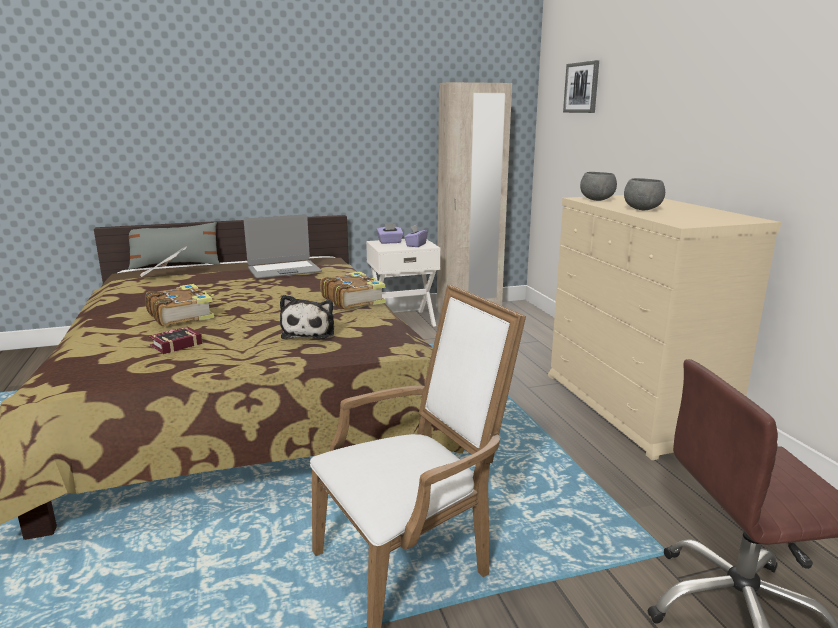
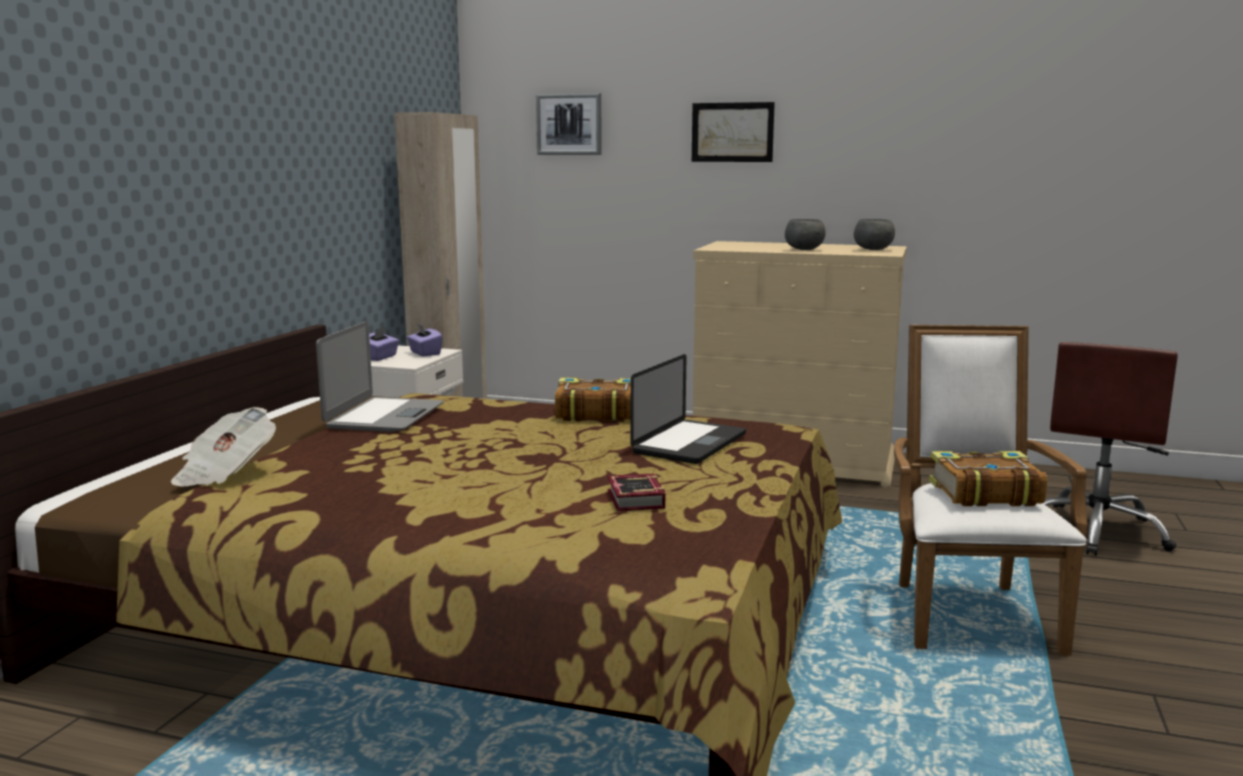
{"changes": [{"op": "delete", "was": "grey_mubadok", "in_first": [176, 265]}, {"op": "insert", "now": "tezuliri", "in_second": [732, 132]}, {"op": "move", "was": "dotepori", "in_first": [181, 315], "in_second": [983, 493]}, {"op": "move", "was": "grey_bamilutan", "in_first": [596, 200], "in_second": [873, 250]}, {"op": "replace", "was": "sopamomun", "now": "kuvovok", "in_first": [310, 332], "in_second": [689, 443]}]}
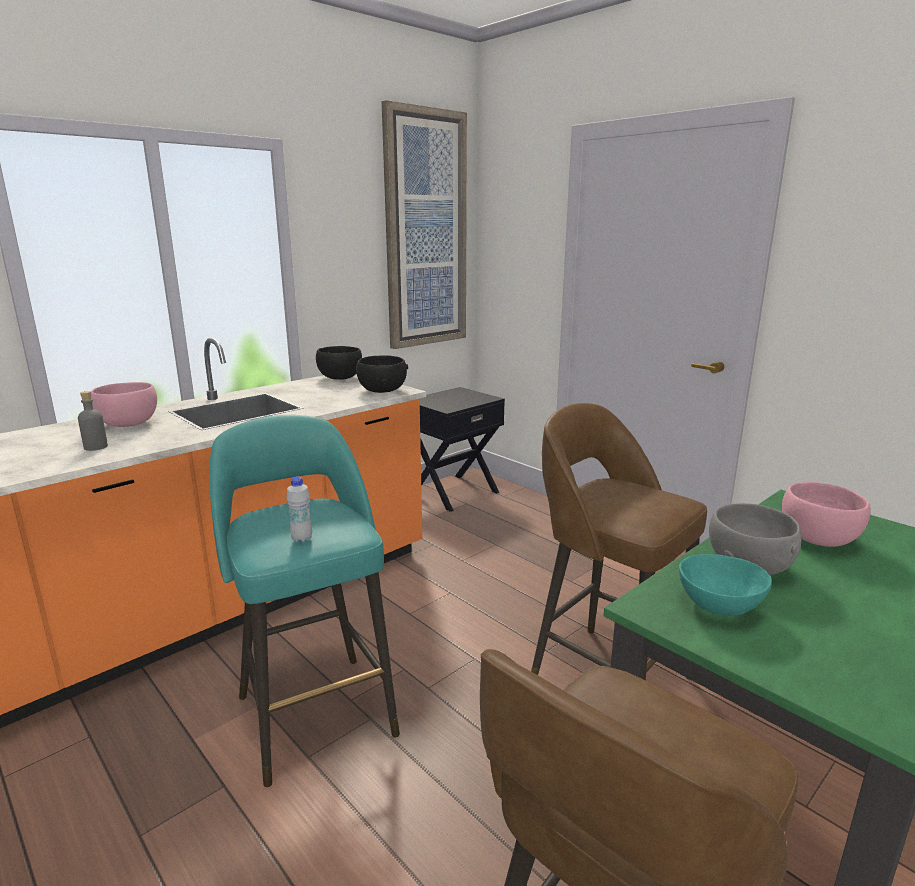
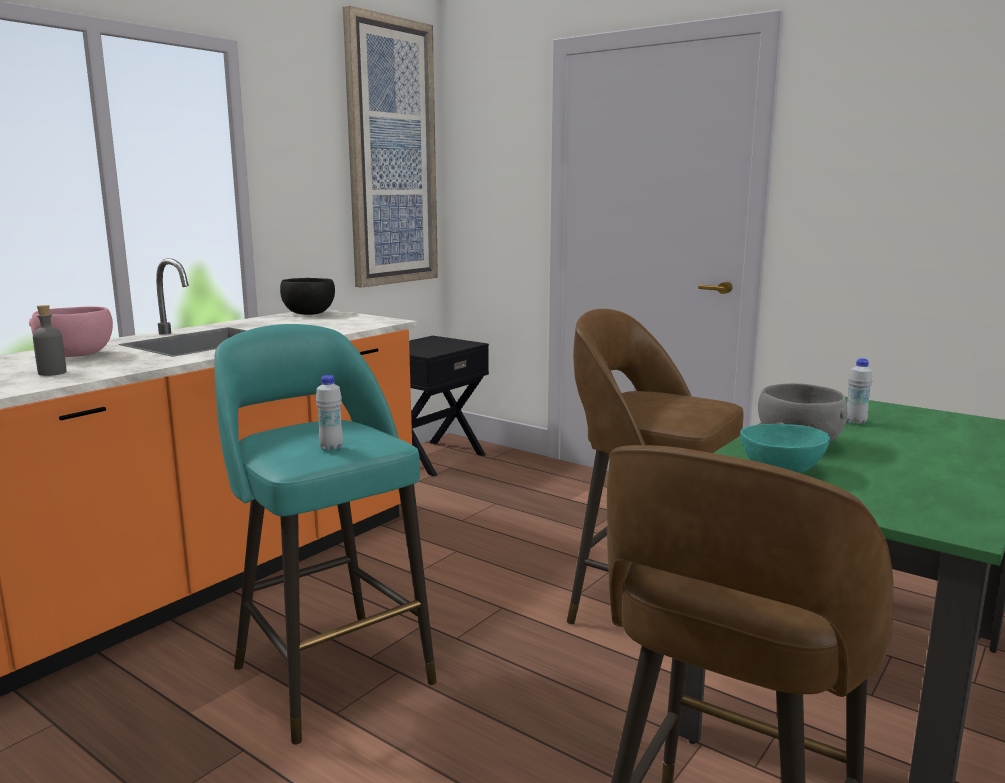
{"changes": [{"op": "delete", "was": "black_bamilutan", "in_first": [382, 391]}, {"op": "replace", "was": "pink_bamilutan", "now": "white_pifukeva", "in_first": [817, 539], "in_second": [855, 422]}]}
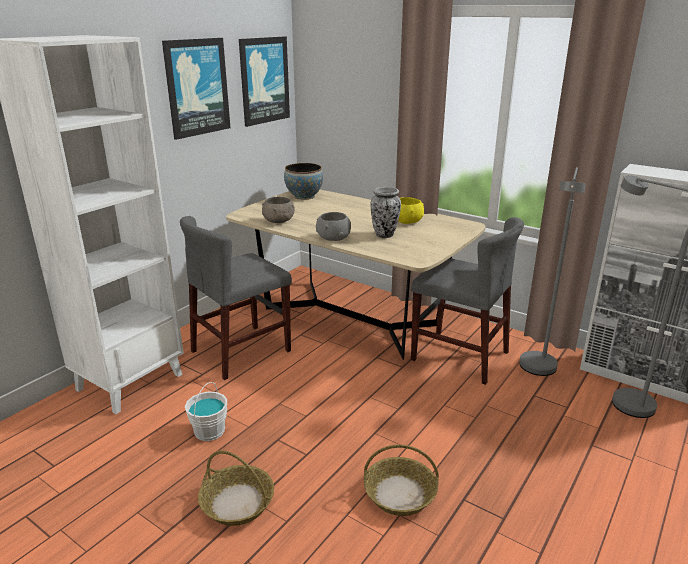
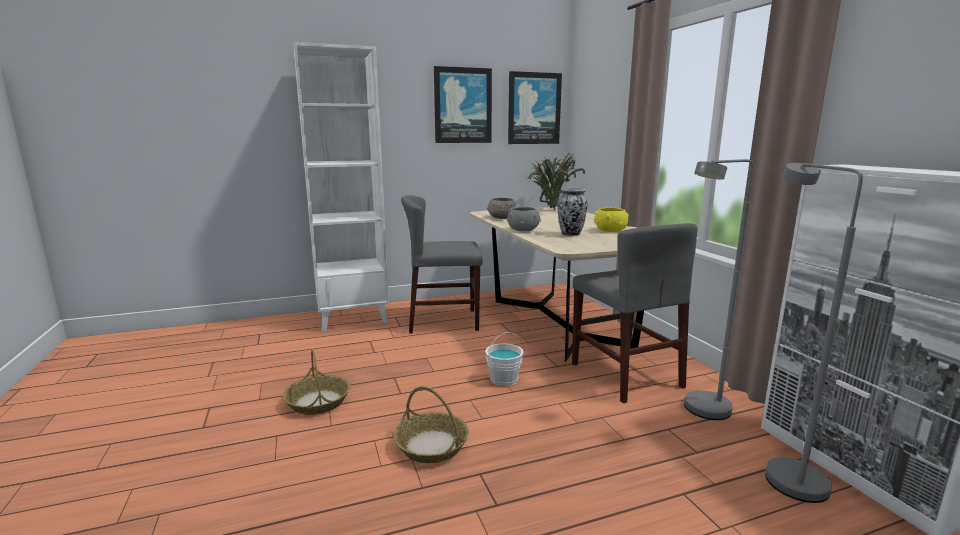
{"changes": [{"op": "move", "was": "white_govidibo", "in_first": [209, 431], "in_second": [503, 379]}, {"op": "replace", "was": "bamilutan", "now": "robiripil", "in_first": [304, 196], "in_second": [551, 210]}]}
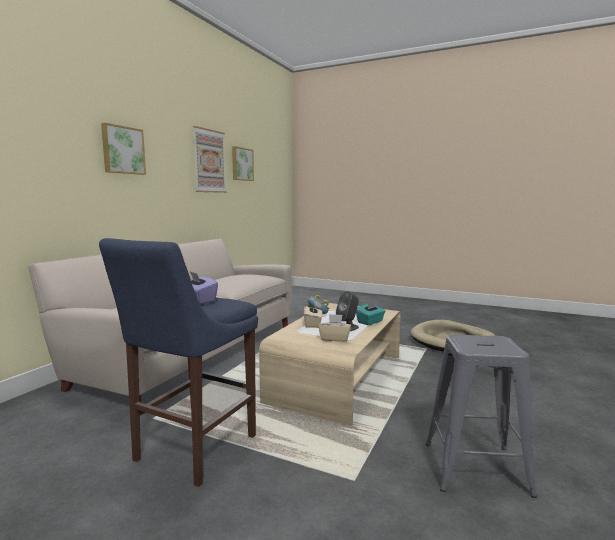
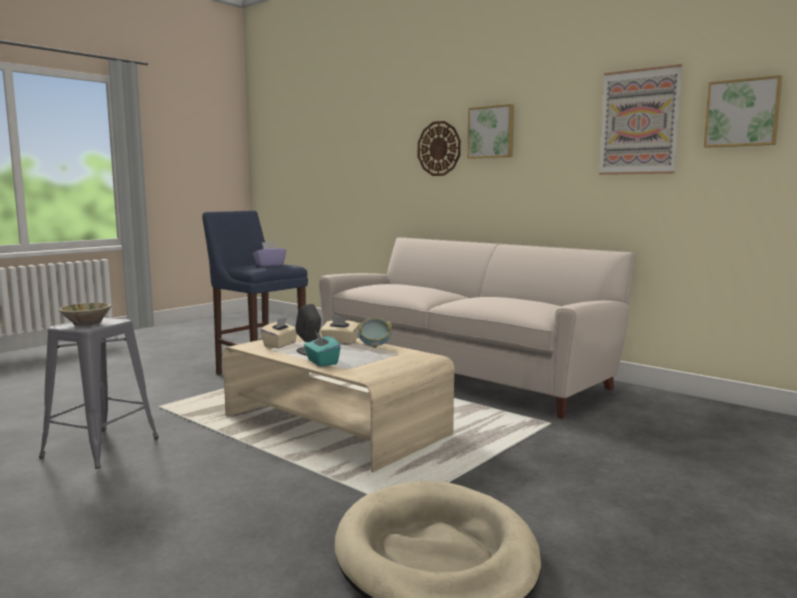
{"changes": [{"op": "insert", "now": "beige_bamilutan", "in_second": [86, 323]}, {"op": "insert", "now": "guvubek", "in_second": [439, 148]}]}
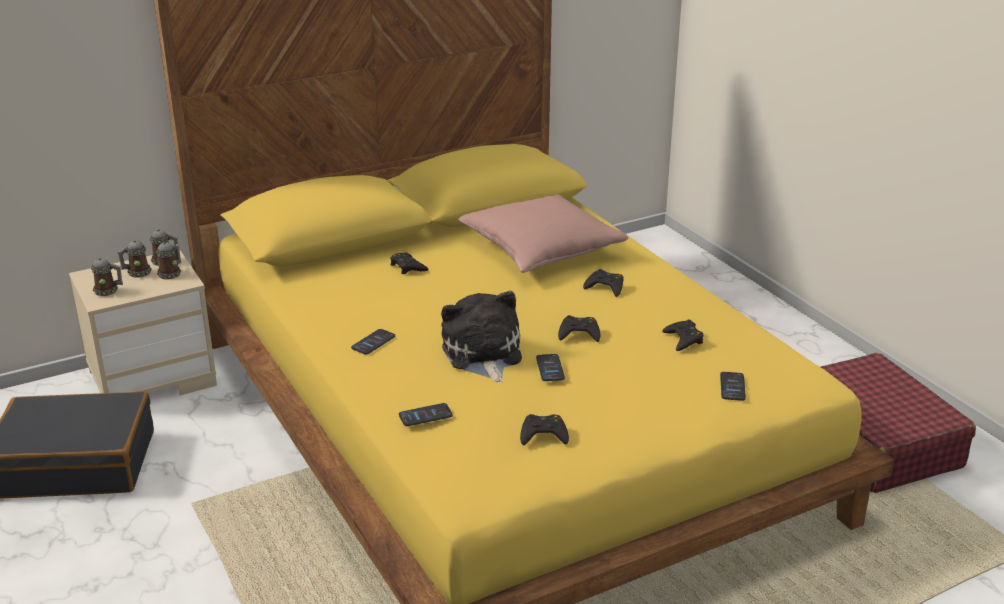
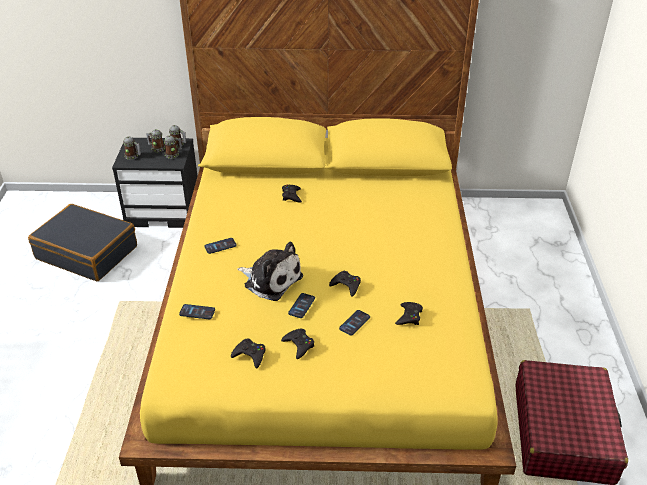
{"changes": [{"op": "delete", "was": "pink_mubadok", "in_first": [541, 250]}, {"op": "move", "was": "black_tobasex", "in_first": [605, 287], "in_second": [299, 345]}, {"op": "move", "was": "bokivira", "in_first": [732, 387], "in_second": [354, 323]}, {"op": "recolor", "was": "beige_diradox", "now": "black_diradox", "in_first": [153, 377], "in_second": [164, 210]}, {"op": "rotate", "was": "sopamomun", "in_first": [482, 355], "in_second": [271, 280], "clockwise": 105}]}
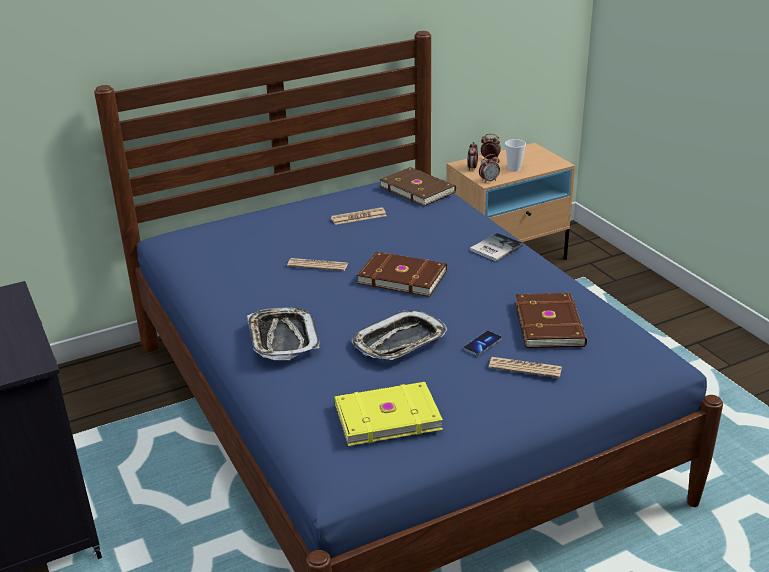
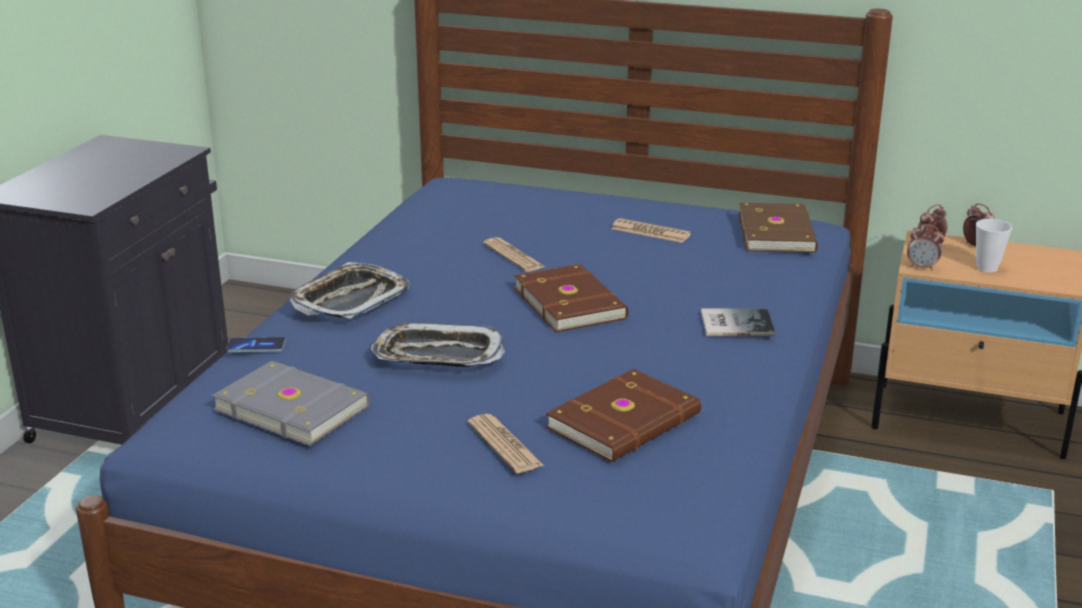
{"changes": [{"op": "move", "was": "bokivira", "in_first": [482, 344], "in_second": [256, 347]}, {"op": "recolor", "was": "yellow_dotepori", "now": "grey_dotepori", "in_first": [386, 416], "in_second": [293, 407]}]}
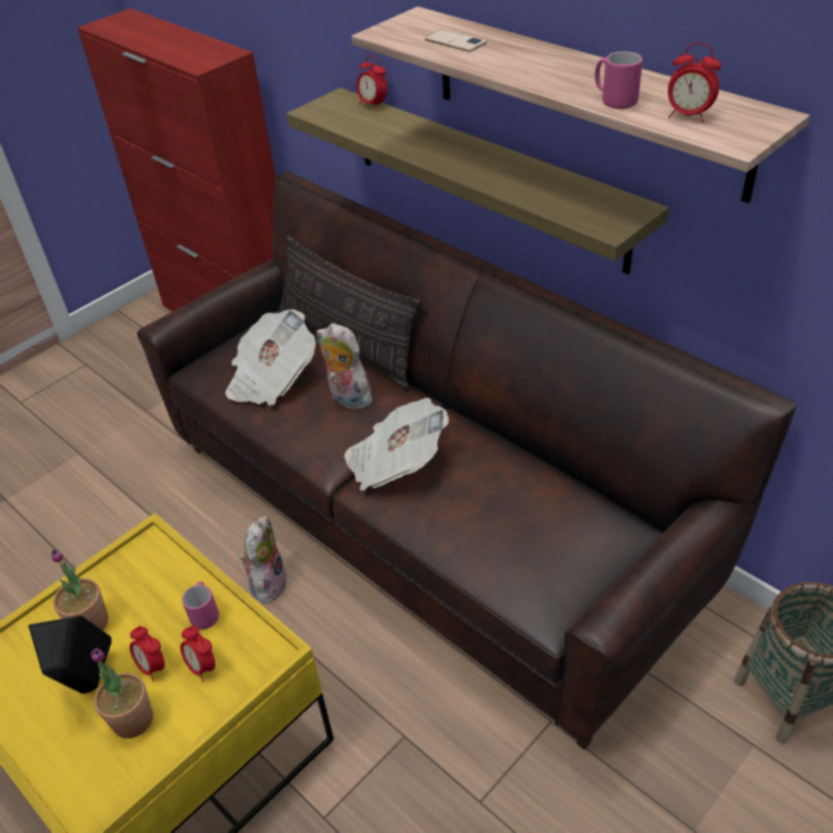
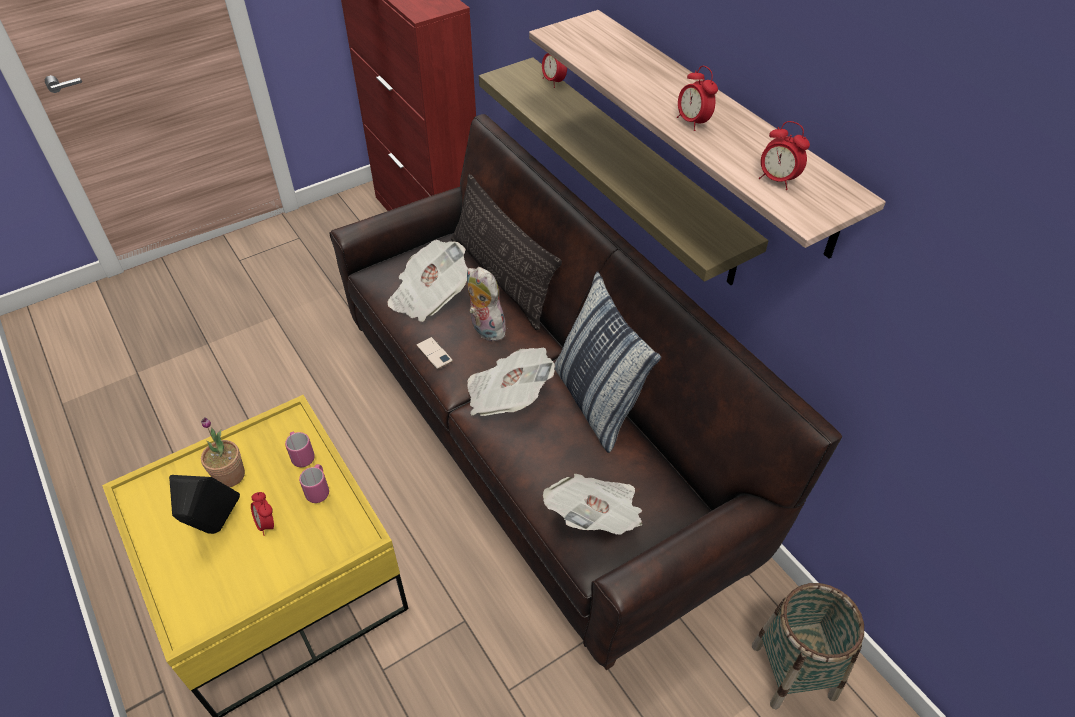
{"changes": [{"op": "delete", "was": "robiripil", "in_first": [133, 720]}, {"op": "delete", "was": "sopamomun", "in_first": [267, 583]}, {"op": "insert", "now": "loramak", "in_second": [595, 516]}, {"op": "insert", "now": "mubadok", "in_second": [597, 402]}, {"op": "move", "was": "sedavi", "in_first": [203, 667], "in_second": [693, 122]}, {"op": "move", "was": "bokivira", "in_first": [455, 41], "in_second": [434, 353]}, {"op": "move", "was": "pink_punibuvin", "in_first": [614, 101], "in_second": [301, 455]}]}
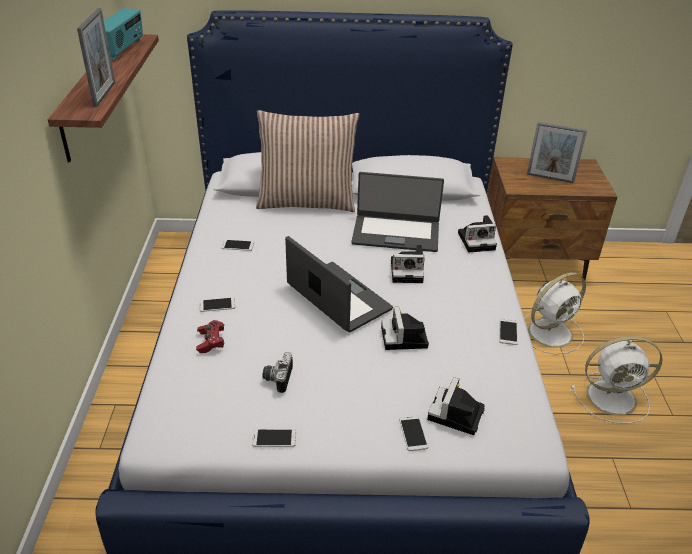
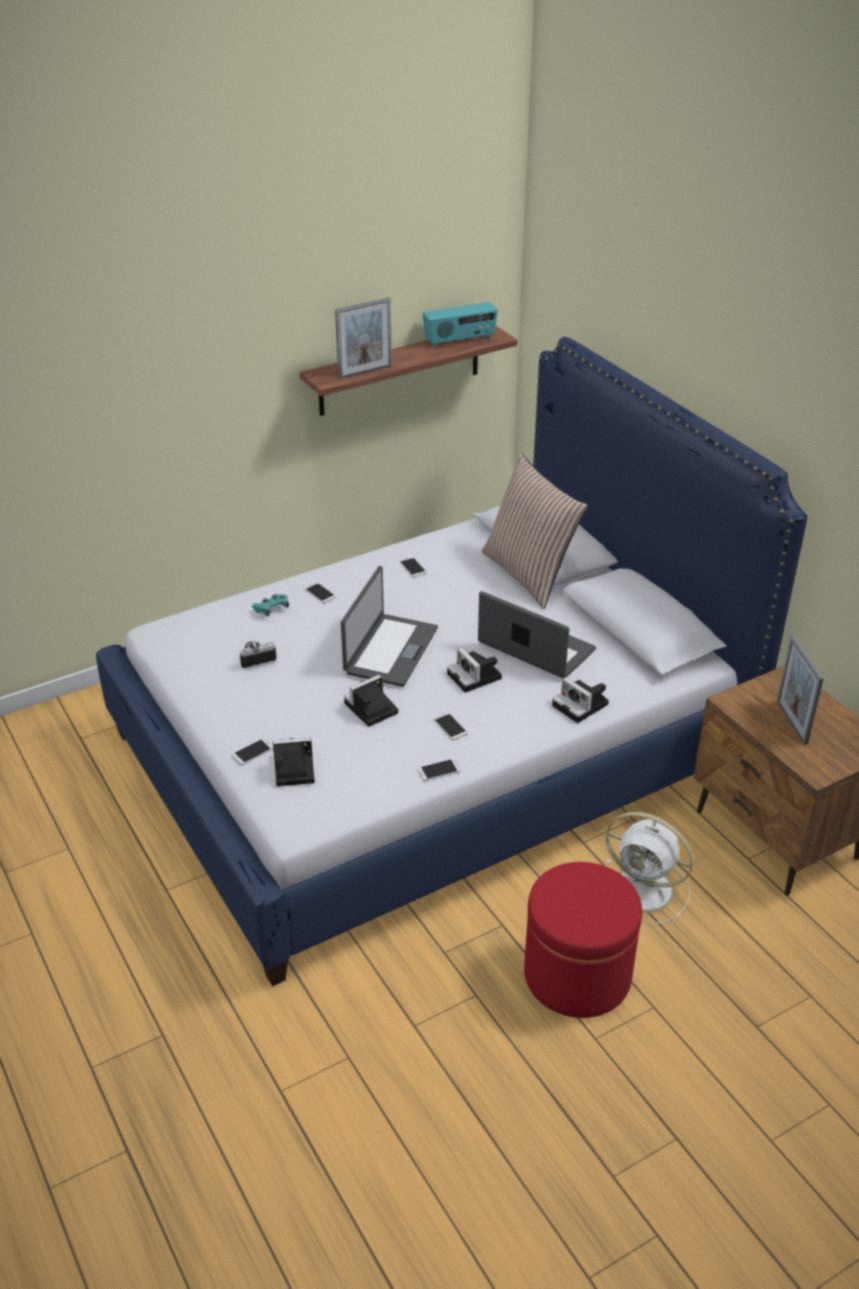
{"changes": [{"op": "move", "was": "bokivira", "in_first": [274, 438], "in_second": [450, 726]}, {"op": "replace", "was": "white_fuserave", "now": "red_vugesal", "in_first": [613, 397], "in_second": [577, 975]}, {"op": "recolor", "was": "red_tobasex", "now": "turquoise_tobasex", "in_first": [211, 341], "in_second": [271, 609]}, {"op": "rotate", "was": "kuvovok", "in_first": [396, 233], "in_second": [535, 647], "clockwise": 150}]}
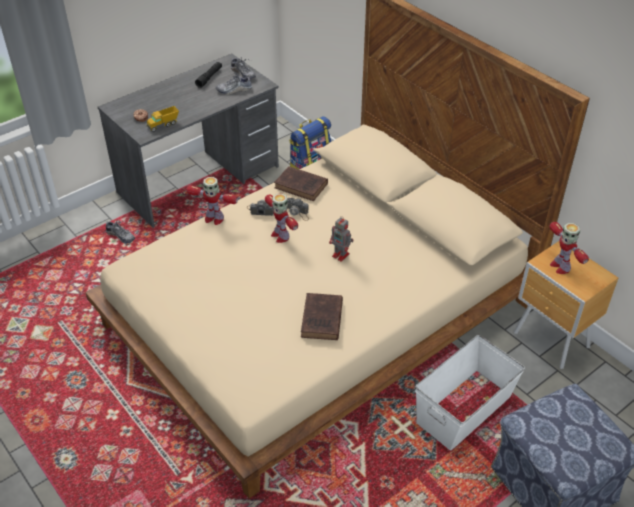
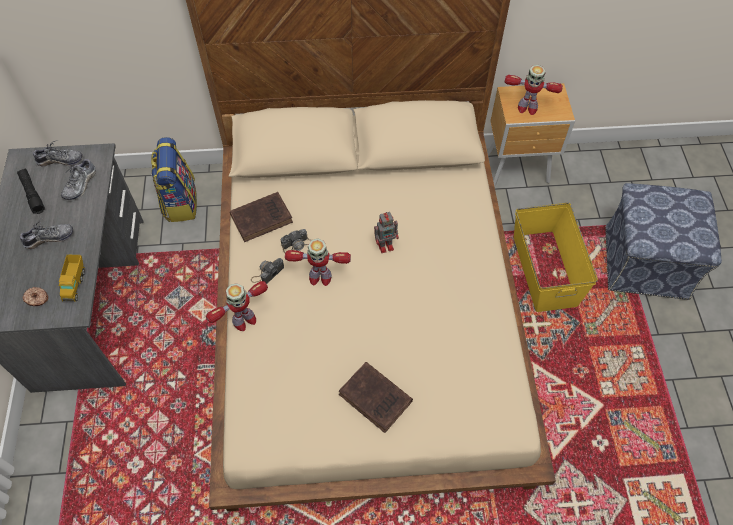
{"changes": [{"op": "move", "was": "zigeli", "in_first": [120, 236], "in_second": [49, 238]}, {"op": "move", "was": "brown_dotepori", "in_first": [321, 320], "in_second": [377, 399]}, {"op": "recolor", "was": "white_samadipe", "now": "yellow_samadipe", "in_first": [463, 409], "in_second": [543, 271]}]}
